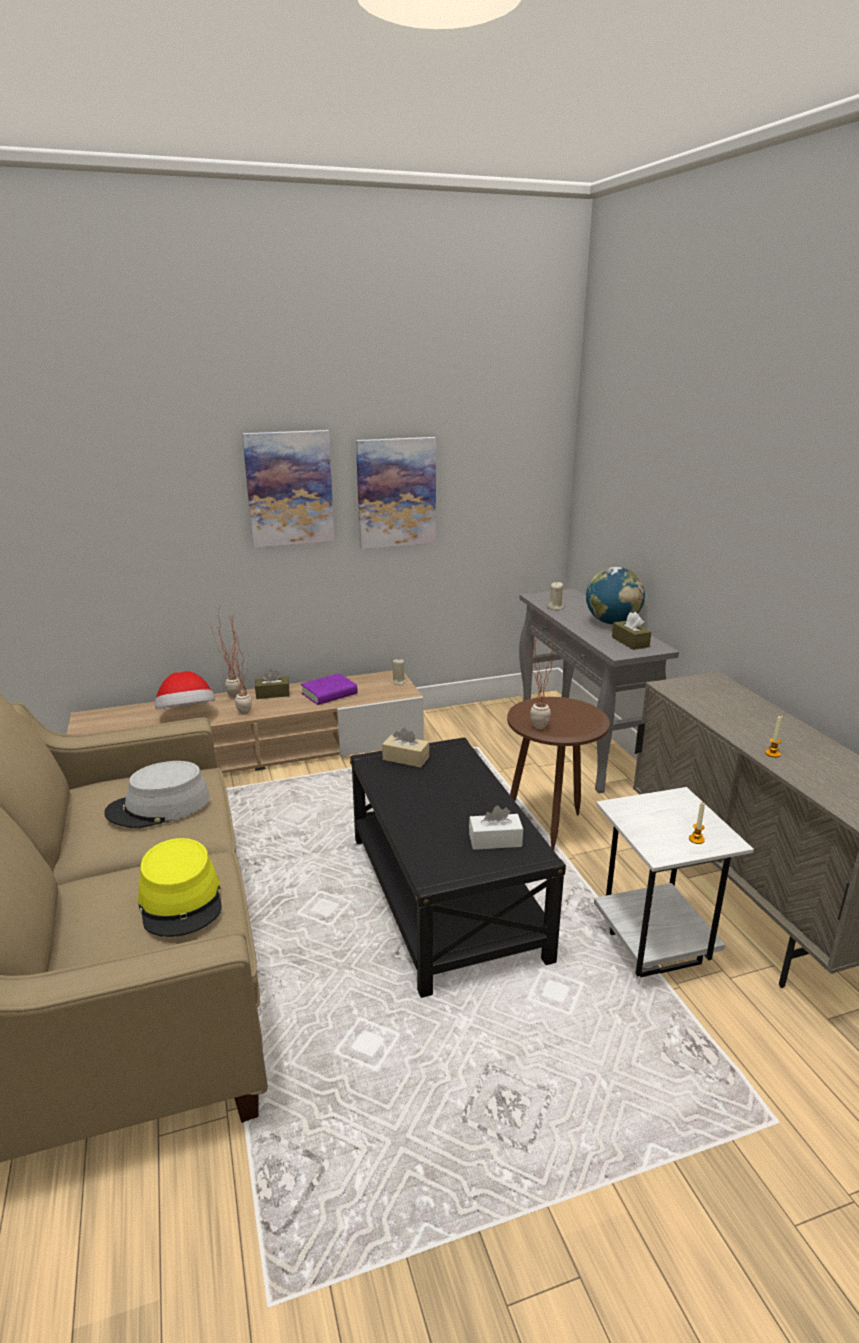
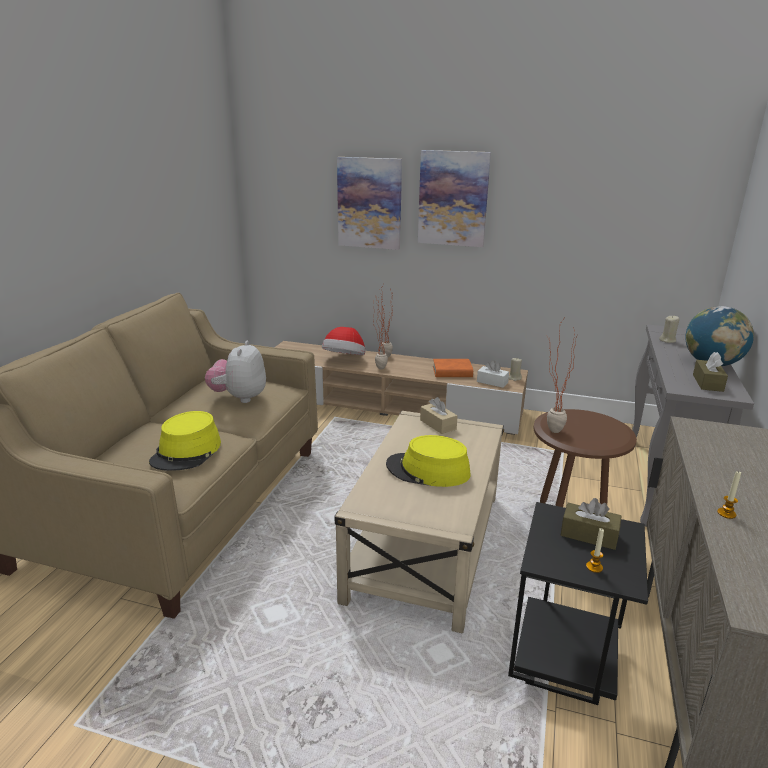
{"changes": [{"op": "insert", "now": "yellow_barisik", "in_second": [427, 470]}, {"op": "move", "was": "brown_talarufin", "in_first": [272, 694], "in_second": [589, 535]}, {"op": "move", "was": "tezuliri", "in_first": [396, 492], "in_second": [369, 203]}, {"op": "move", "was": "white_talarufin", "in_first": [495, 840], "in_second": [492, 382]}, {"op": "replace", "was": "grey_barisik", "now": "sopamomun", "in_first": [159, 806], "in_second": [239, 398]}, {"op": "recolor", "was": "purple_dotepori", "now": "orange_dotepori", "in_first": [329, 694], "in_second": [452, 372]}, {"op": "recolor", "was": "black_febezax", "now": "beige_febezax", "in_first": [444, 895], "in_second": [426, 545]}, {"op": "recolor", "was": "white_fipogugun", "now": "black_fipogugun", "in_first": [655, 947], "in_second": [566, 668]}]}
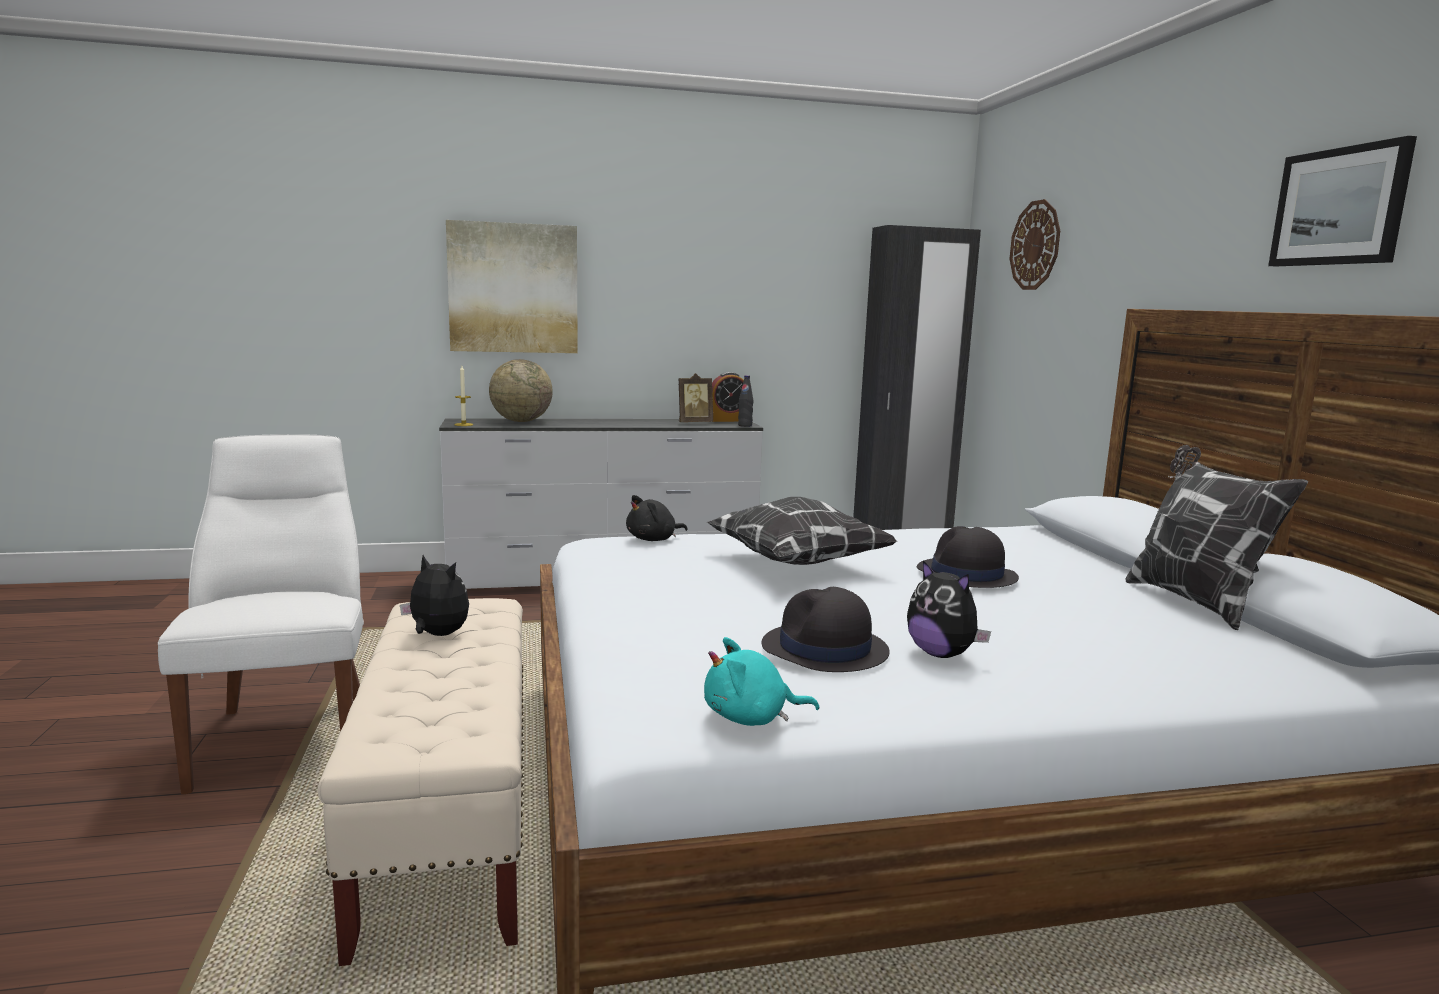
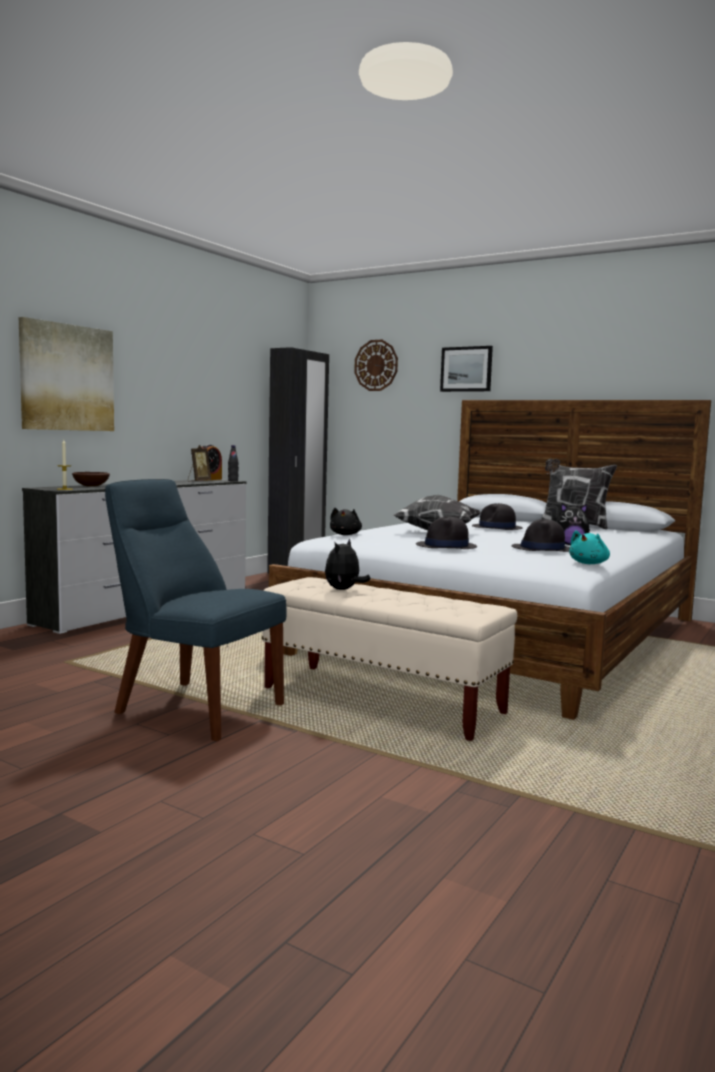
{"changes": [{"op": "insert", "now": "black_barisik", "in_second": [446, 547]}, {"op": "move", "was": "tezuliri", "in_first": [1340, 207], "in_second": [466, 369]}, {"op": "replace", "was": "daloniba", "now": "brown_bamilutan", "in_first": [521, 421], "in_second": [90, 486]}, {"op": "recolor", "was": "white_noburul", "now": "blue_noburul", "in_first": [287, 736], "in_second": [193, 707]}, {"op": "rotate", "was": "sopamomun", "in_first": [437, 635], "in_second": [344, 590], "clockwise": -45}]}
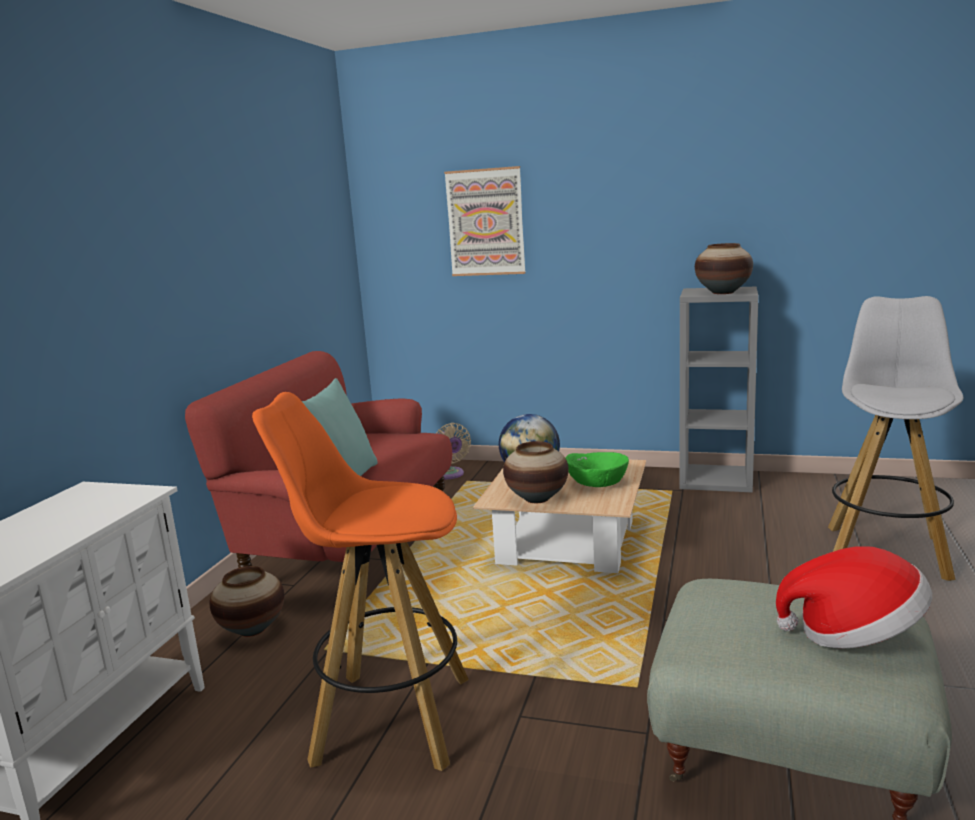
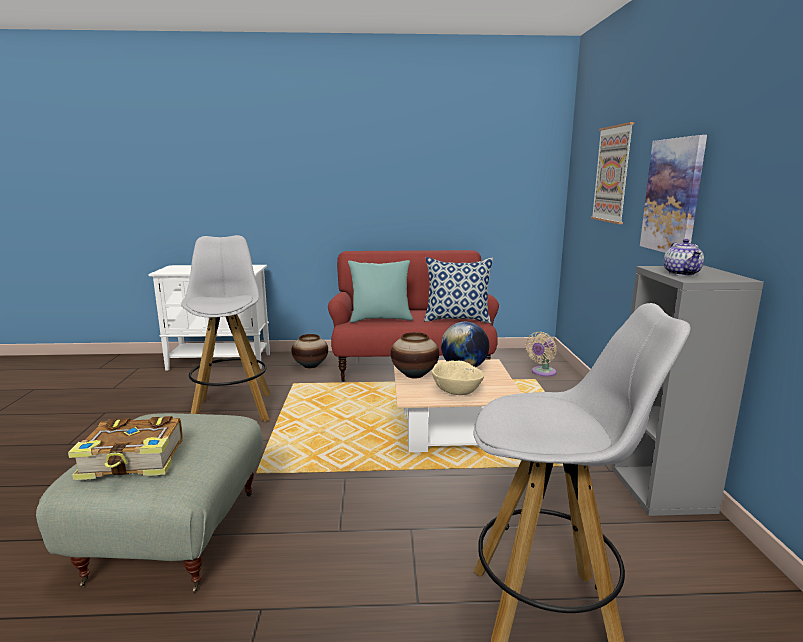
{"changes": [{"op": "insert", "now": "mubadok", "in_second": [457, 319]}, {"op": "insert", "now": "tezuliri", "in_second": [673, 196]}, {"op": "replace", "was": "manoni", "now": "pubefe", "in_first": [722, 292], "in_second": [682, 273]}, {"op": "replace", "was": "barisik", "now": "dotepori", "in_first": [854, 634], "in_second": [134, 461]}, {"op": "recolor", "was": "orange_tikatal", "now": "white_tikatal", "in_first": [389, 719], "in_second": [232, 409]}, {"op": "recolor", "was": "green_bamilutan", "now": "beige_bamilutan", "in_first": [597, 483], "in_second": [457, 390]}]}
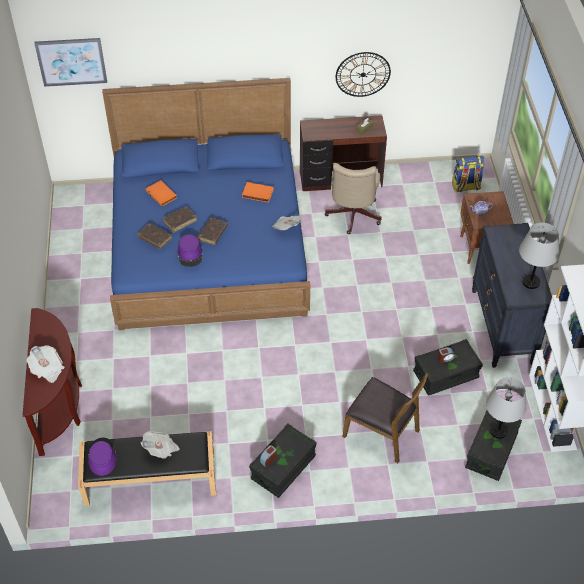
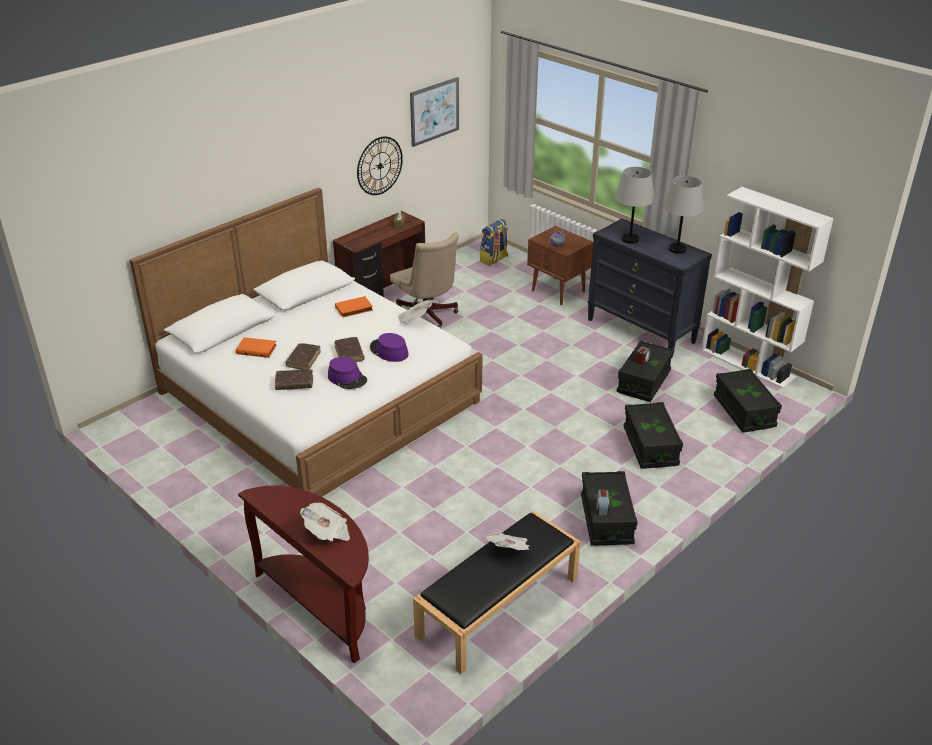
{"changes": [{"op": "move", "was": "tezuliri", "in_first": [71, 61], "in_second": [434, 111]}, {"op": "move", "was": "purple_barisik", "in_first": [102, 457], "in_second": [389, 351]}, {"op": "move", "was": "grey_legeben", "in_first": [498, 431], "in_second": [630, 239]}, {"op": "replace", "was": "brown_noburul", "now": "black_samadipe", "in_first": [382, 432], "in_second": [650, 447]}, {"op": "recolor", "was": "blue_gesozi", "now": "white_gesozi", "in_first": [209, 245], "in_second": [318, 396]}]}
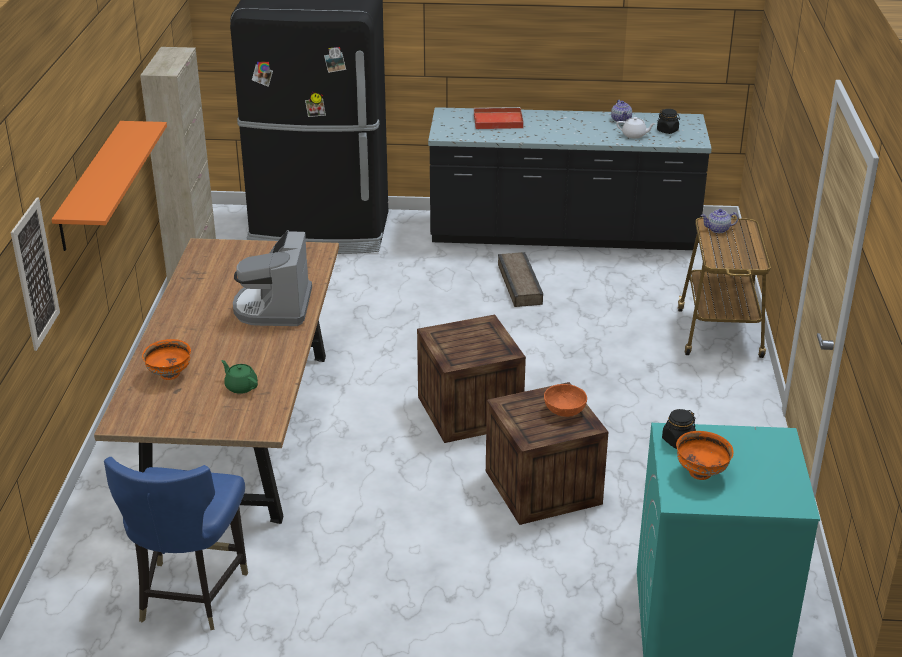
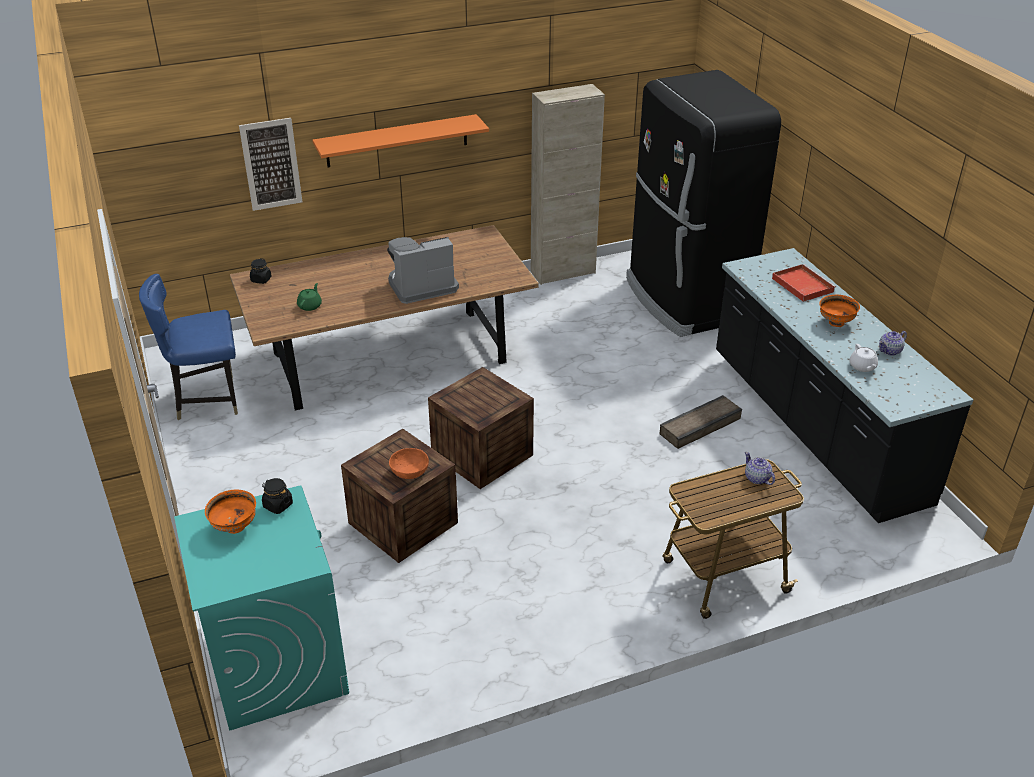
{"changes": [{"op": "move", "was": "orange_bamilutan", "in_first": [170, 375], "in_second": [836, 323]}, {"op": "move", "was": "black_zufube", "in_first": [667, 130], "in_second": [261, 280]}]}
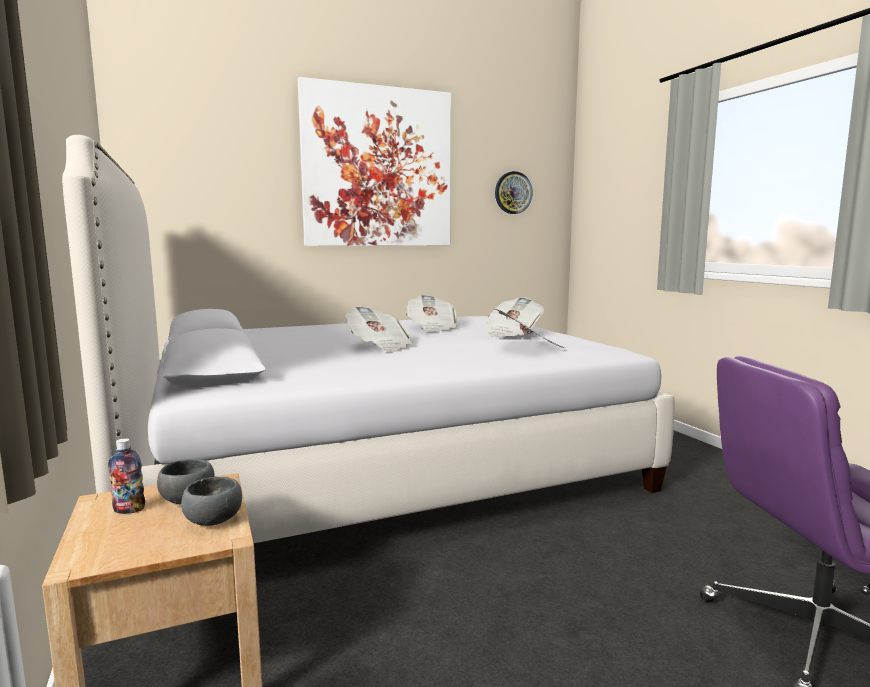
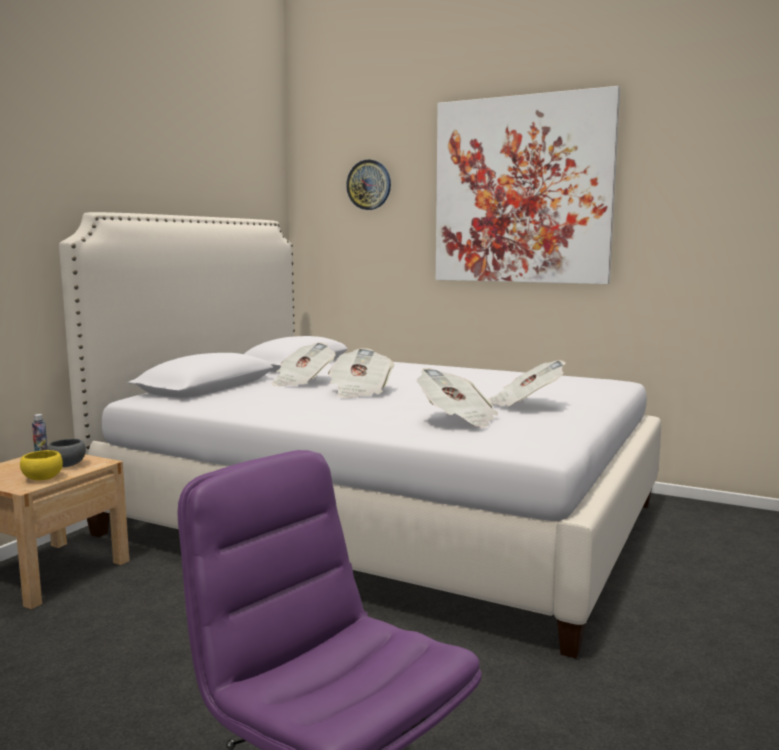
{"changes": [{"op": "move", "was": "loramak", "in_first": [431, 328], "in_second": [302, 382]}, {"op": "move", "was": "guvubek", "in_first": [513, 192], "in_second": [369, 185]}, {"op": "recolor", "was": "grey_bamilutan", "now": "yellow_bamilutan", "in_first": [215, 521], "in_second": [43, 479]}]}
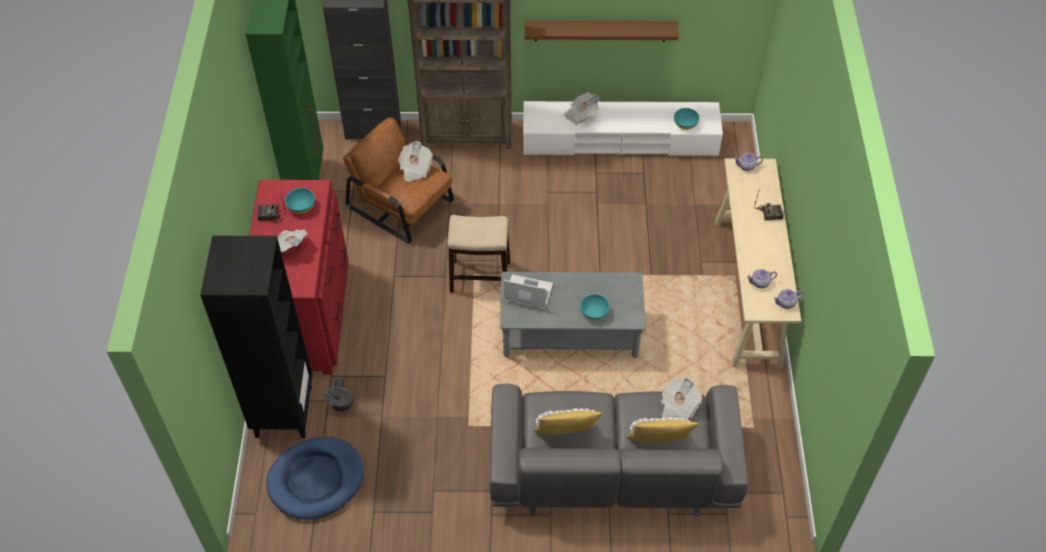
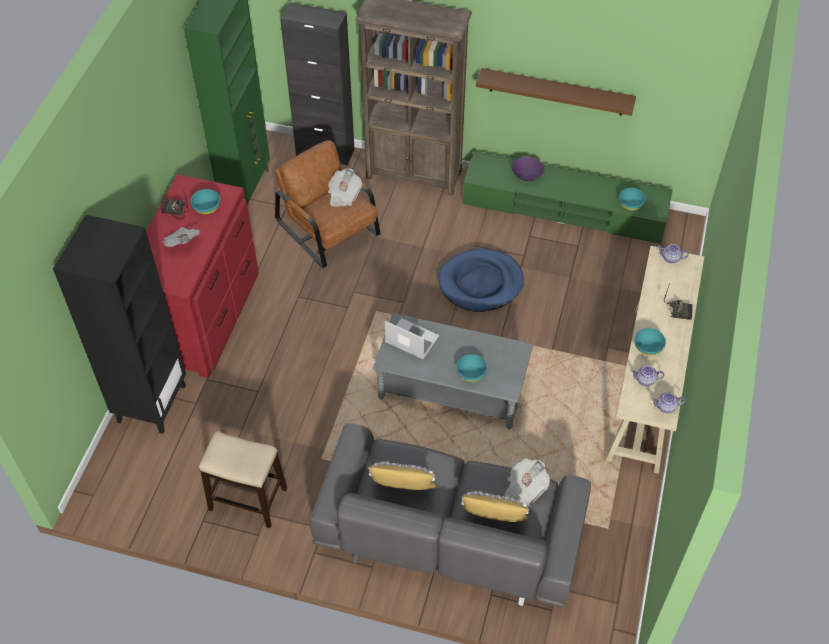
{"changes": [{"op": "delete", "was": "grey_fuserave", "in_first": [341, 405]}, {"op": "insert", "now": "turquoise_bamilutan", "in_second": [648, 347]}, {"op": "move", "was": "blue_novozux", "in_first": [316, 480], "in_second": [480, 283]}, {"op": "move", "was": "tikatal", "in_first": [479, 276], "in_second": [247, 499]}, {"op": "replace", "was": "loramak", "now": "purple_bamilutan", "in_first": [581, 115], "in_second": [527, 175]}, {"op": "recolor", "was": "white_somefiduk", "now": "green_somefiduk", "in_first": [620, 140], "in_second": [564, 208]}]}
